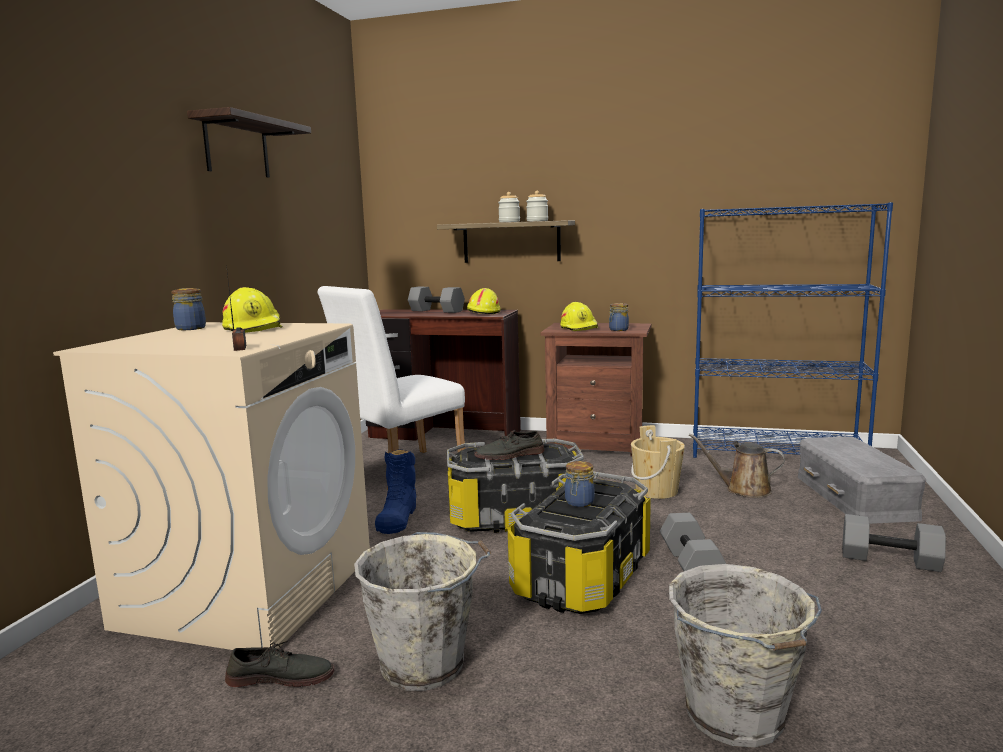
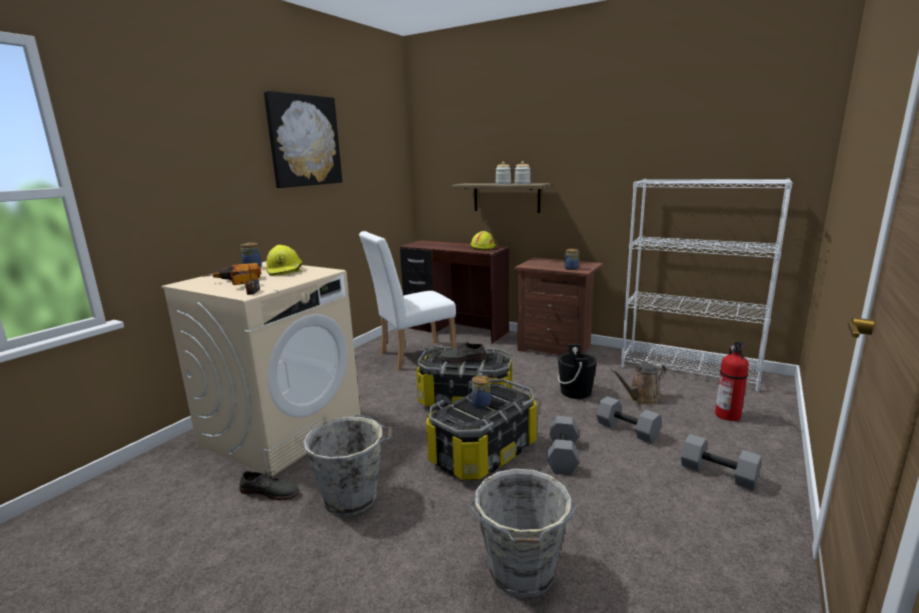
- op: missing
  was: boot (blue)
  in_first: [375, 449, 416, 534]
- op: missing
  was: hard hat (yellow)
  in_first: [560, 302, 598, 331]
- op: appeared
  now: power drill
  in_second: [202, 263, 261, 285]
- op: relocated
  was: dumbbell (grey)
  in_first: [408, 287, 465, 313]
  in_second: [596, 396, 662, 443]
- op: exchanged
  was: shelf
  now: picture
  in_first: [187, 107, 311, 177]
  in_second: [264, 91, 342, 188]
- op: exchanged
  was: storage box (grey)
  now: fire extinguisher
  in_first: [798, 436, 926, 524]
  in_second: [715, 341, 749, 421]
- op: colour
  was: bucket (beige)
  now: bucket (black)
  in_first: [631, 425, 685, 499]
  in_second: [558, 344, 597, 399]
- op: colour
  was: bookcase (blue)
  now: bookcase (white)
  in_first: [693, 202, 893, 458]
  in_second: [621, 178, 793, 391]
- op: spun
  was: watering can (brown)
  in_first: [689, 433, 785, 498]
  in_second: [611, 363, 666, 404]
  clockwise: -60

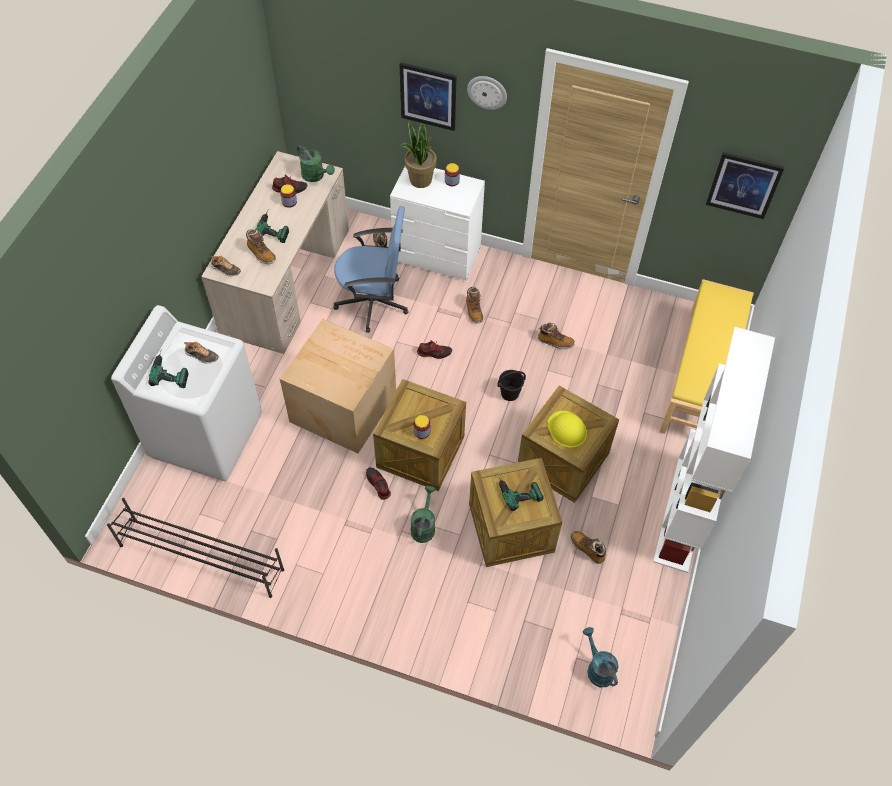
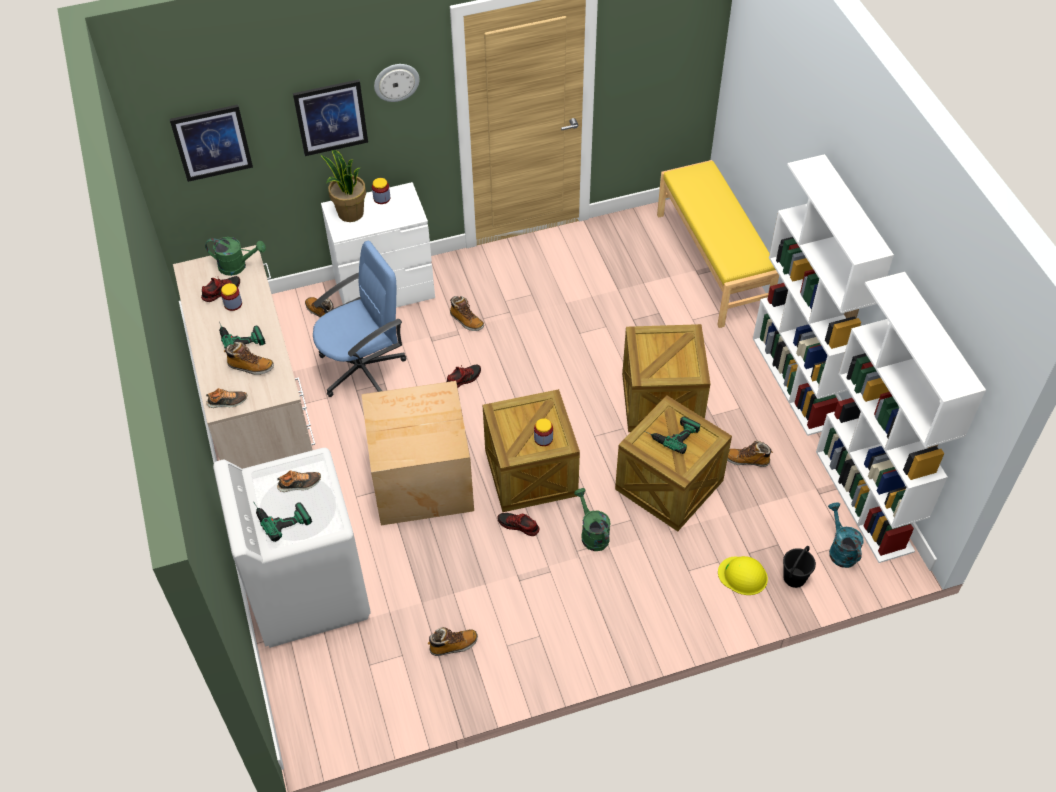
- op: missing
  was: shoe rack (black)
  in_first: [107, 498, 284, 598]
- op: appeared
  now: bookcase (white)
  in_second: [816, 272, 986, 563]
- op: relocated
  was: bucket (black)
  in_first: [497, 370, 526, 401]
  in_second: [783, 546, 816, 588]
- op: relocated
  was: boot
  in_first: [538, 323, 575, 349]
  in_second: [428, 627, 478, 656]
- op: relocated
  was: hard hat (yellow)
  in_first: [548, 411, 587, 448]
  in_second: [718, 556, 768, 595]
- op: relocated
  was: picture
  in_first: [706, 152, 784, 219]
  in_second: [170, 105, 253, 182]
- op: spun
  was: watering can (turquoise)
  in_first: [583, 627, 619, 687]
  in_second: [828, 502, 864, 568]
  clockwise: 45

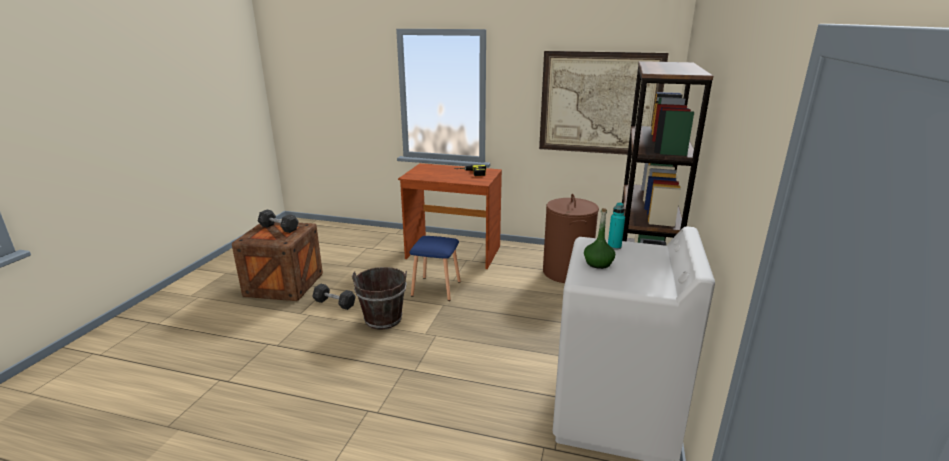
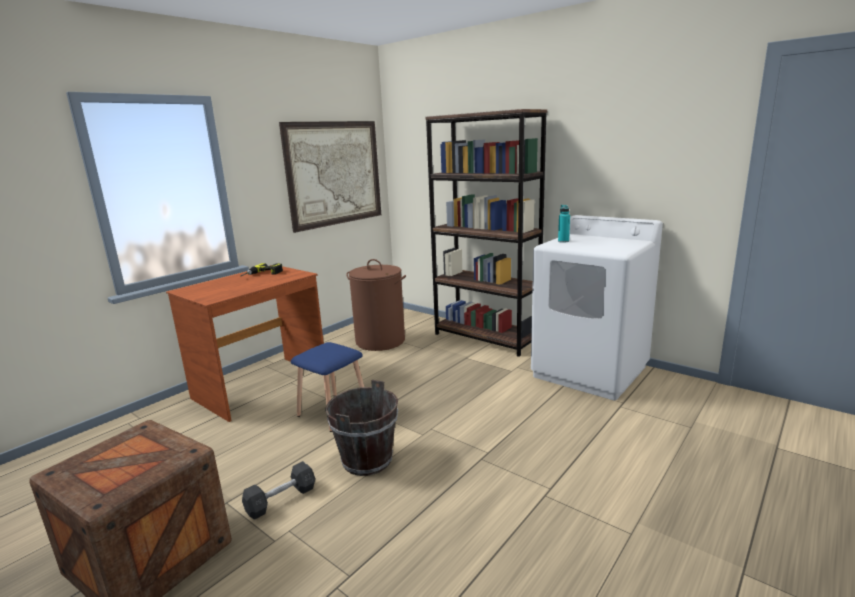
- op: missing
  was: dumbbell (grey)
  in_first: [258, 210, 299, 233]
- op: missing
  was: bottle (green)
  in_first: [584, 208, 615, 269]

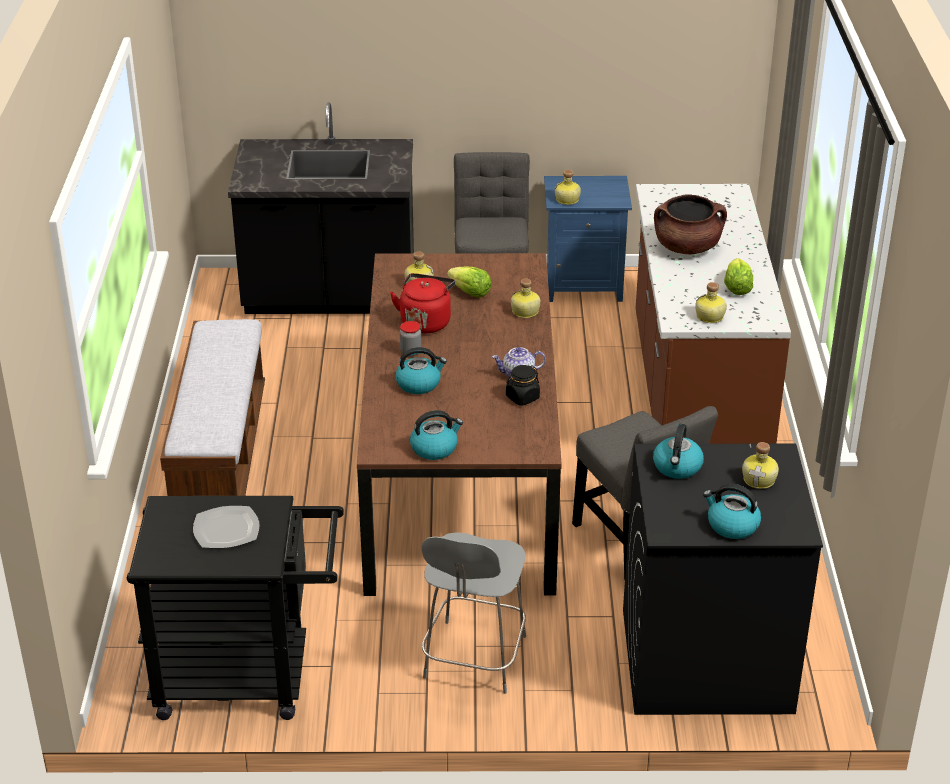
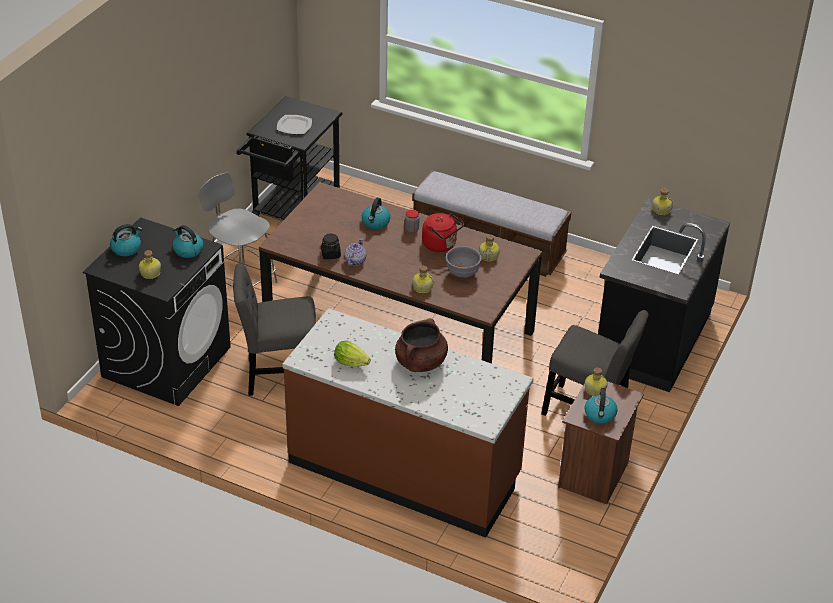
- op: relocated
  was: kettle
  in_first: [410, 410, 463, 460]
  in_second: [584, 388, 618, 424]
- op: relocated
  was: bottle
  in_first: [695, 282, 727, 323]
  in_second: [652, 189, 673, 215]
- op: exchanged
  was: lettuce
  now: bowl (grey)
  in_first: [447, 267, 491, 297]
  in_second: [446, 246, 482, 278]
- op: colour
  was: nightstand (blue)
  now: nightstand (brown)
  in_first: [544, 176, 632, 302]
  in_second: [558, 381, 644, 504]

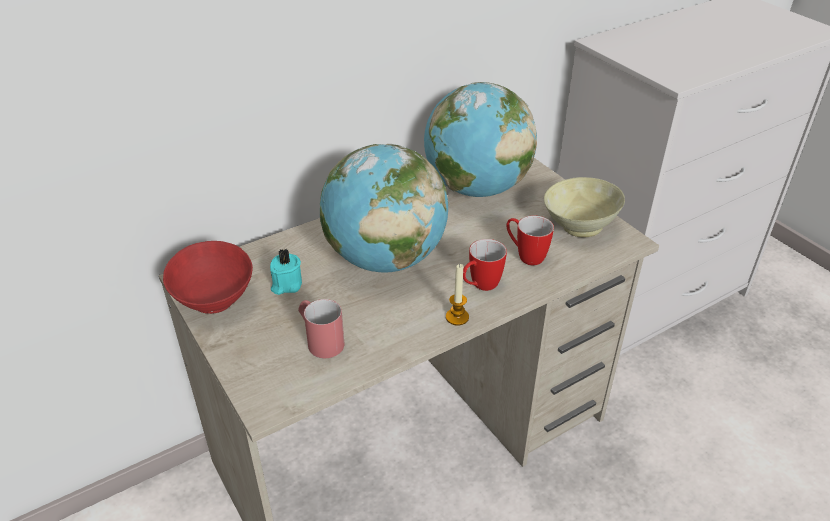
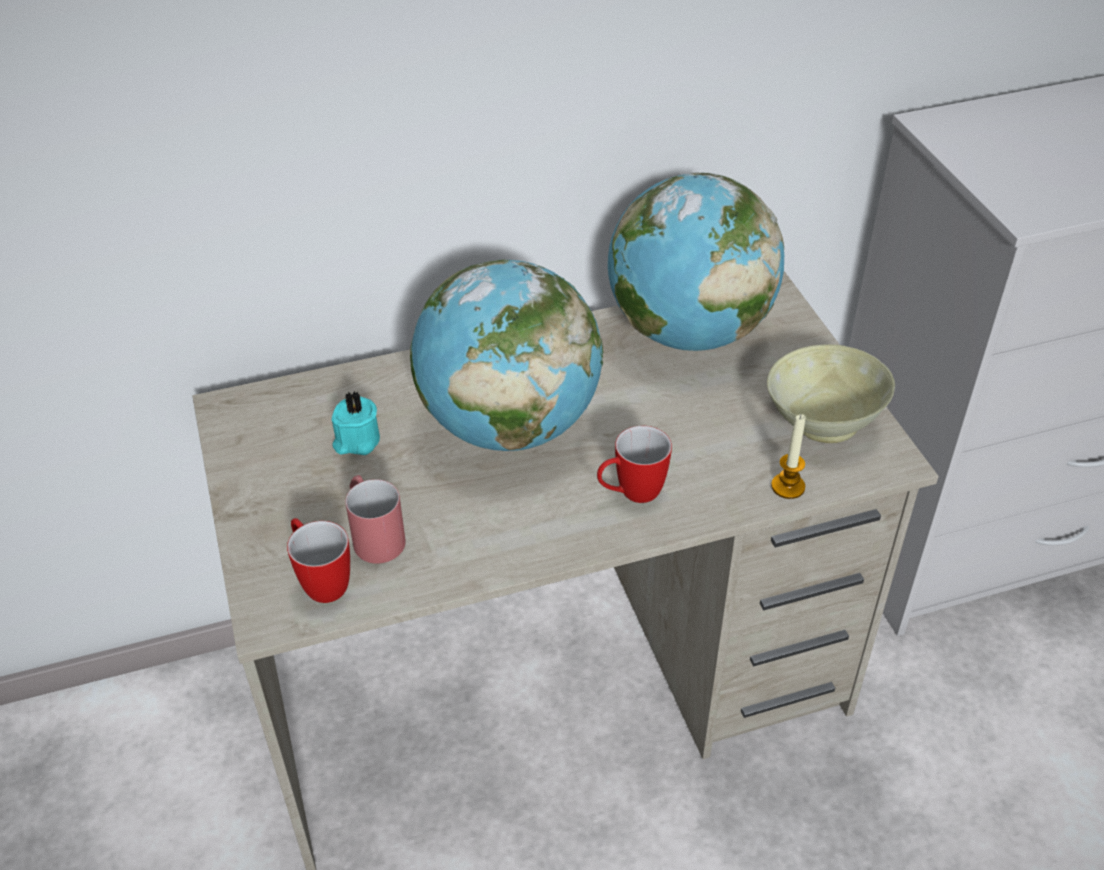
- op: missing
  was: bowl (red)
  in_first: [163, 241, 253, 314]
- op: relocated
  was: candle
  in_first: [446, 264, 469, 325]
  in_second: [771, 414, 806, 499]
- op: relocated
  was: mug
  in_first: [506, 216, 554, 265]
  in_second: [287, 518, 350, 603]

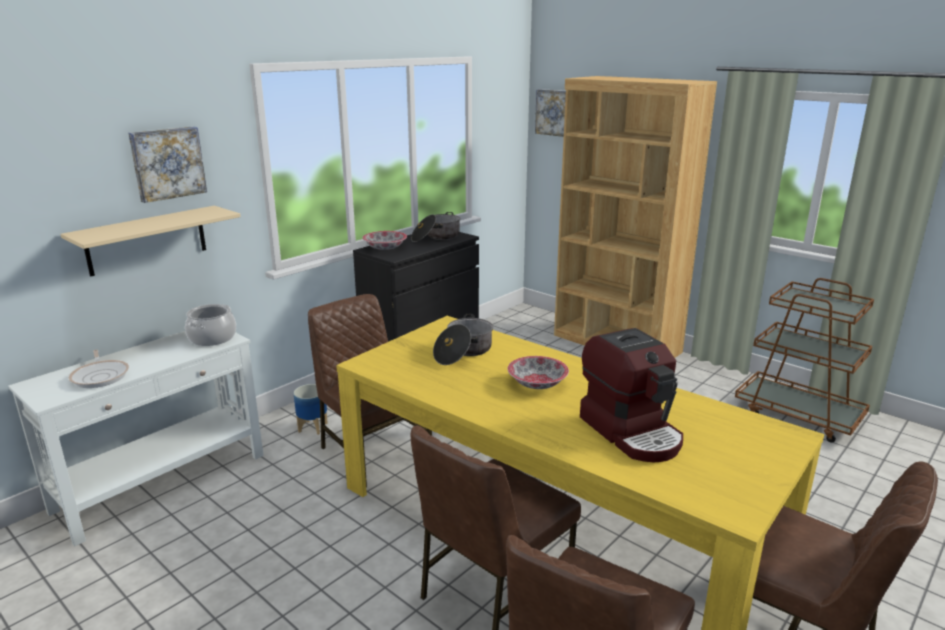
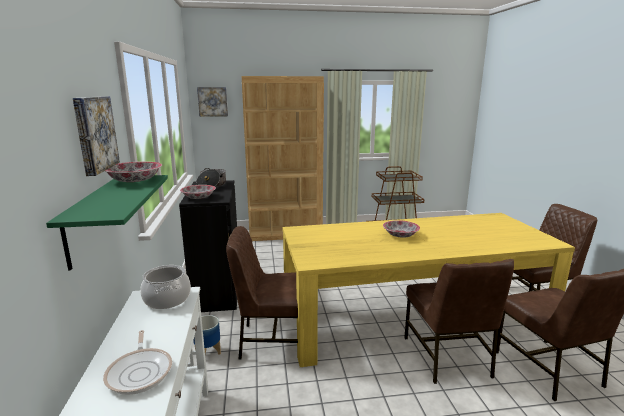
- op: missing
  was: cooking pot
  in_first: [433, 314, 493, 365]
- op: missing
  was: coffee machine
  in_first: [580, 328, 683, 462]
- op: appeared
  now: bowl
  in_second: [104, 161, 162, 182]
- op: colour
  was: shelf (beige)
  now: shelf (green)
  in_first: [60, 206, 241, 276]
  in_second: [46, 175, 168, 271]
- op: spun
  was: frying pan
  in_first: [69, 350, 129, 388]
  in_second: [103, 330, 172, 395]
  clockwise: 60

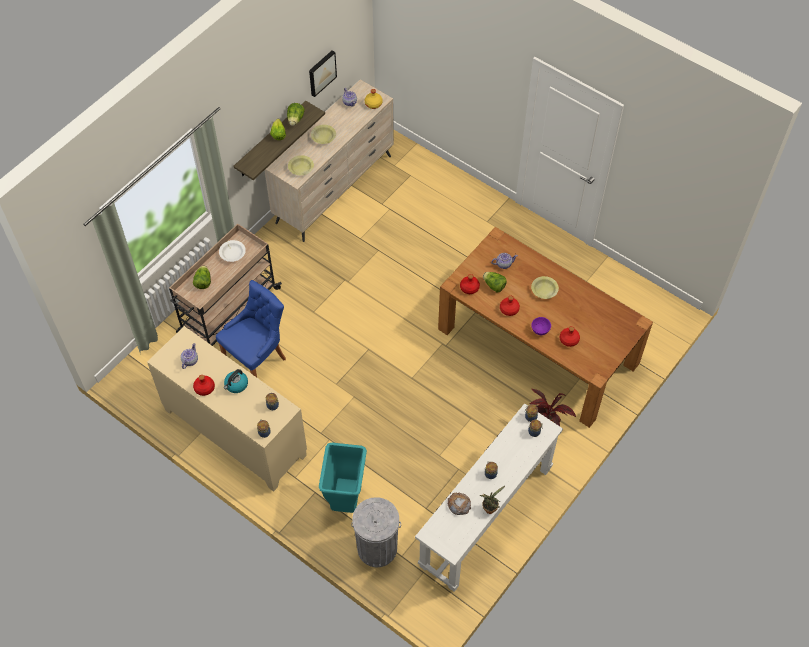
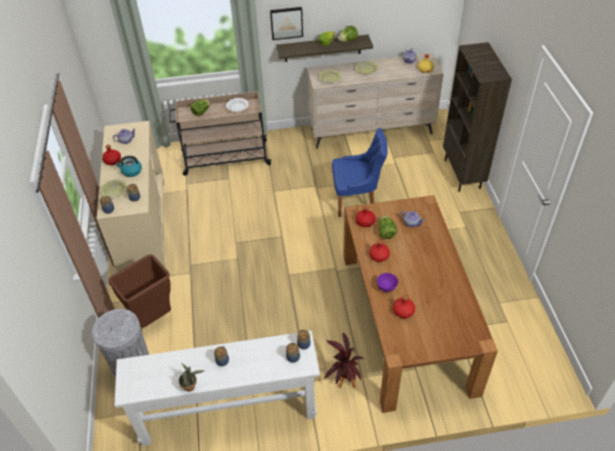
- op: missing
  was: bread
  in_first: [448, 493, 471, 515]
- op: appeared
  now: bookcase (brown)
  in_second: [443, 42, 512, 192]
- op: relocated
  was: chair (blue)
  in_first: [216, 280, 286, 377]
  in_second: [332, 128, 388, 217]
- op: relocated
  was: picture
  in_first: [309, 50, 337, 97]
  in_second: [270, 7, 303, 40]
- op: relocated
  was: bowl (yellow)
  in_first: [531, 276, 559, 299]
  in_second: [101, 179, 127, 198]
- op: colour
  was: trash can (turquoise)
  now: trash can (brown)
  in_first: [319, 442, 367, 513]
  in_second: [108, 254, 171, 328]

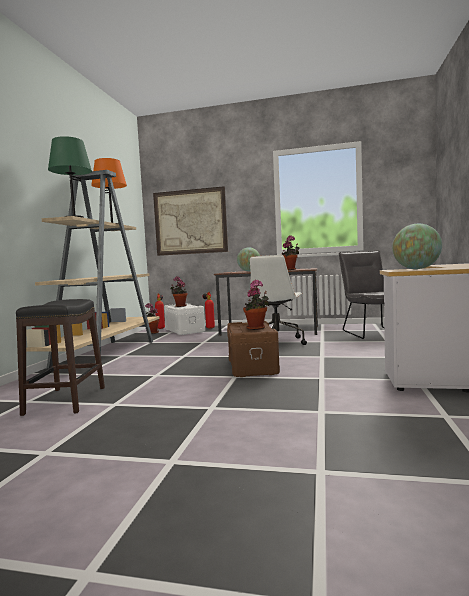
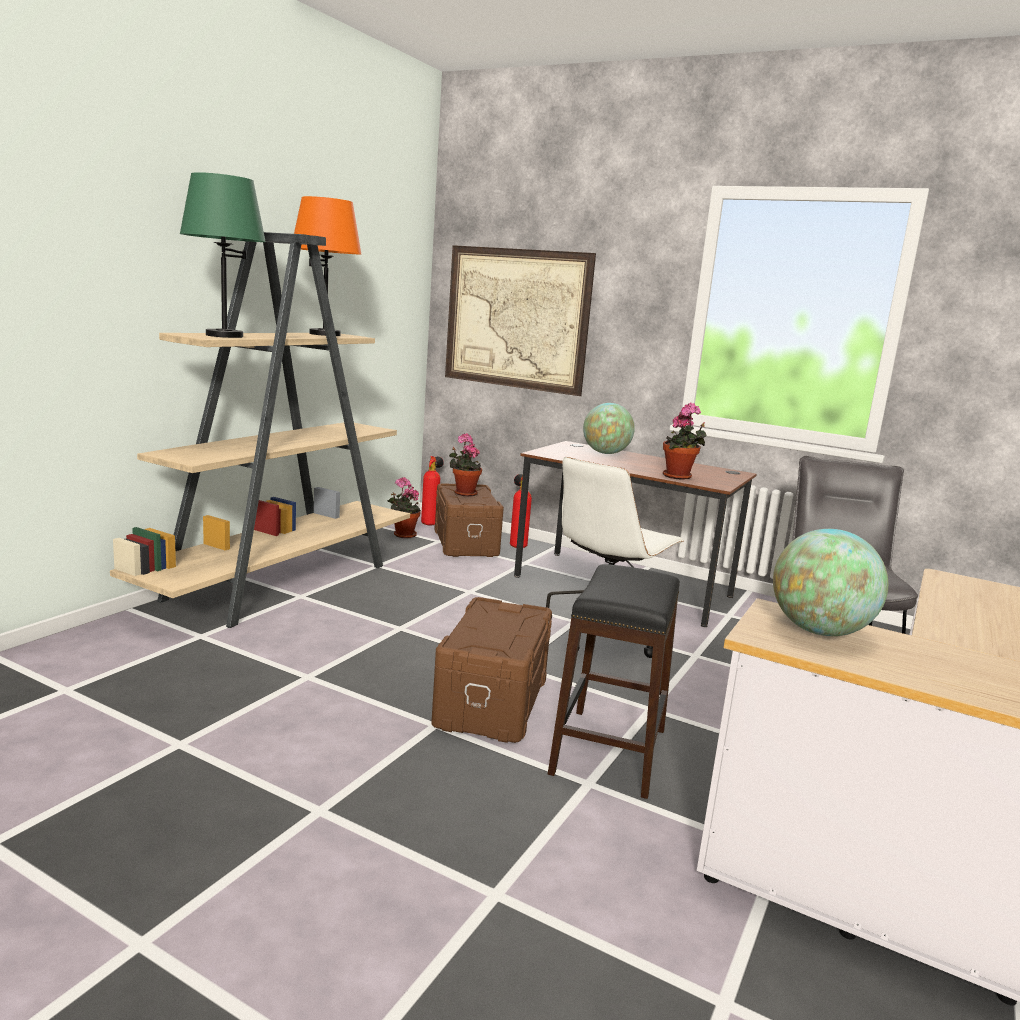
- op: missing
  was: potted plant
  in_first: [243, 279, 269, 330]
- op: relocated
  was: stool (black)
  in_first: [16, 299, 105, 416]
  in_second: [548, 564, 680, 799]
- op: colour
  was: storage box (white)
  now: storage box (brown)
  in_first: [164, 303, 205, 335]
  in_second: [434, 483, 504, 557]

